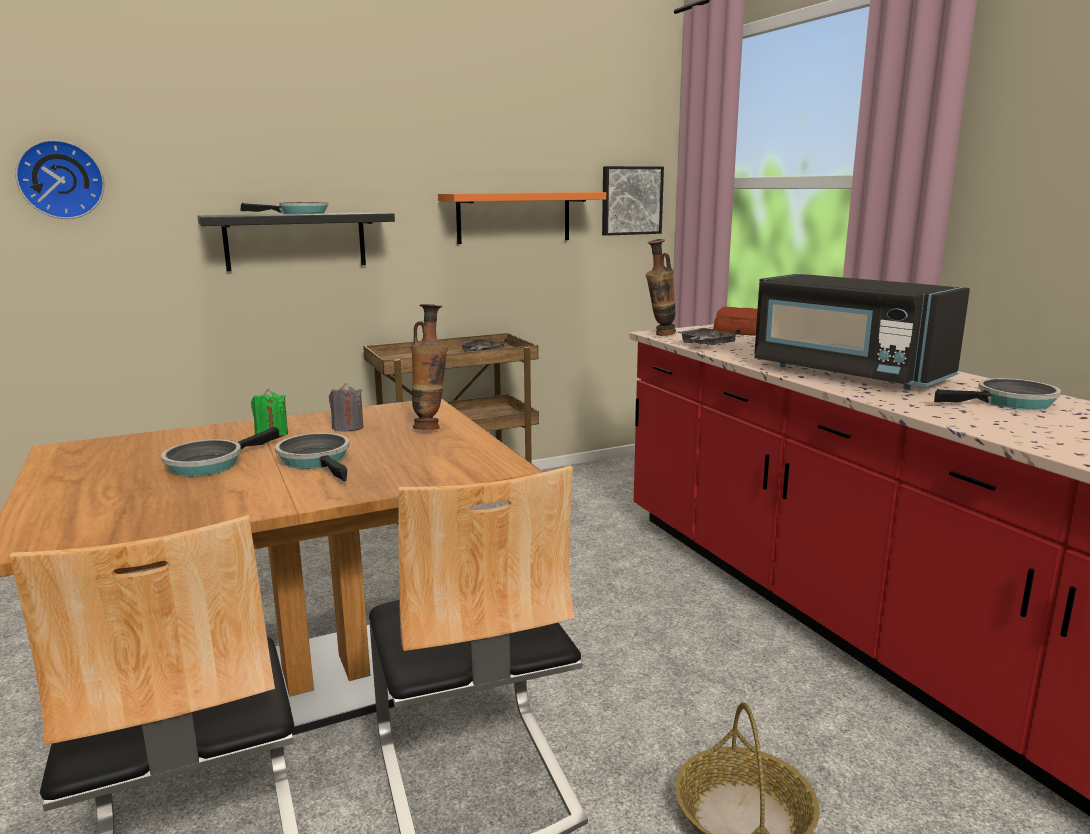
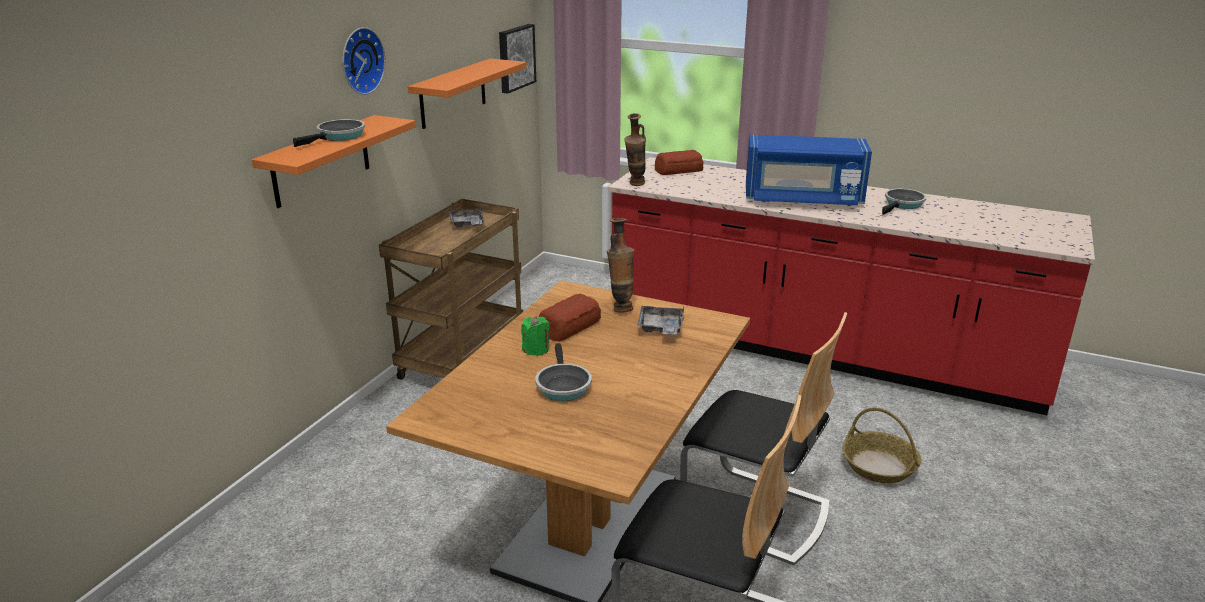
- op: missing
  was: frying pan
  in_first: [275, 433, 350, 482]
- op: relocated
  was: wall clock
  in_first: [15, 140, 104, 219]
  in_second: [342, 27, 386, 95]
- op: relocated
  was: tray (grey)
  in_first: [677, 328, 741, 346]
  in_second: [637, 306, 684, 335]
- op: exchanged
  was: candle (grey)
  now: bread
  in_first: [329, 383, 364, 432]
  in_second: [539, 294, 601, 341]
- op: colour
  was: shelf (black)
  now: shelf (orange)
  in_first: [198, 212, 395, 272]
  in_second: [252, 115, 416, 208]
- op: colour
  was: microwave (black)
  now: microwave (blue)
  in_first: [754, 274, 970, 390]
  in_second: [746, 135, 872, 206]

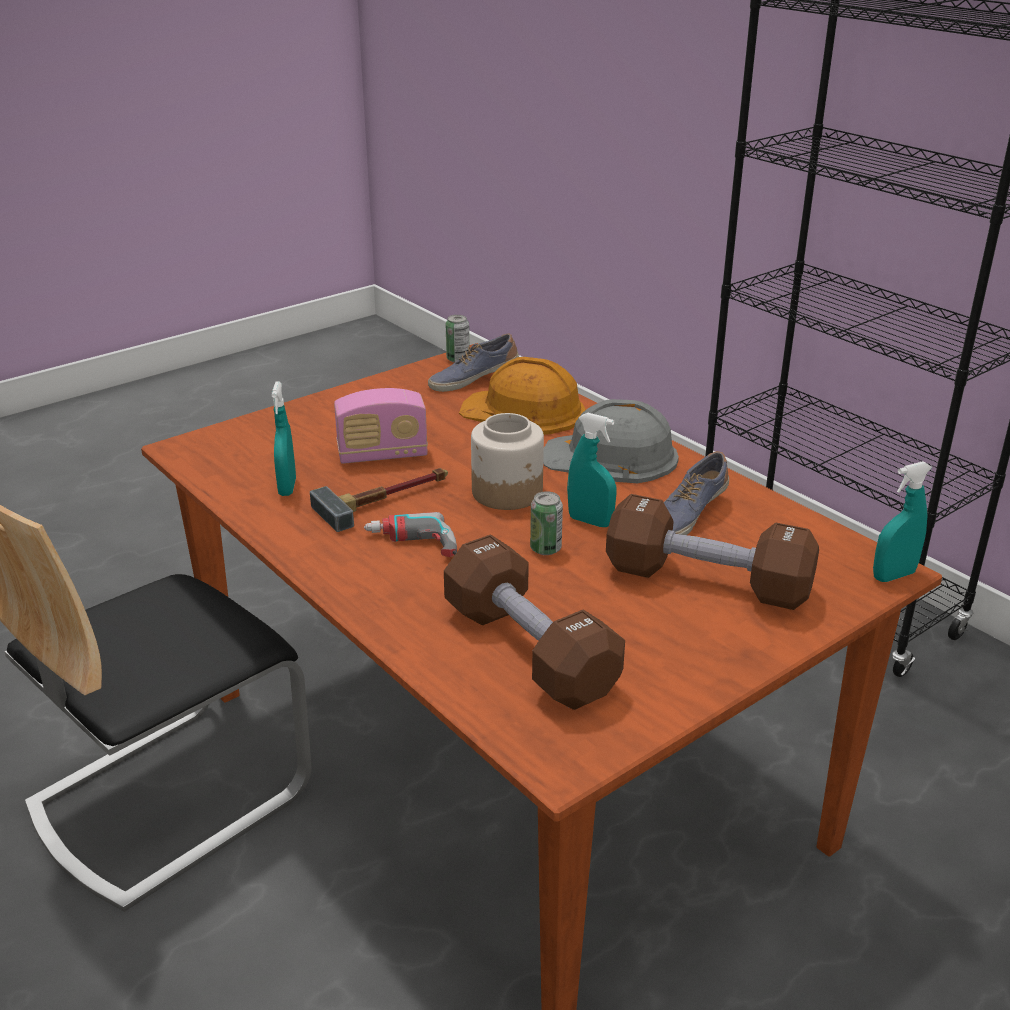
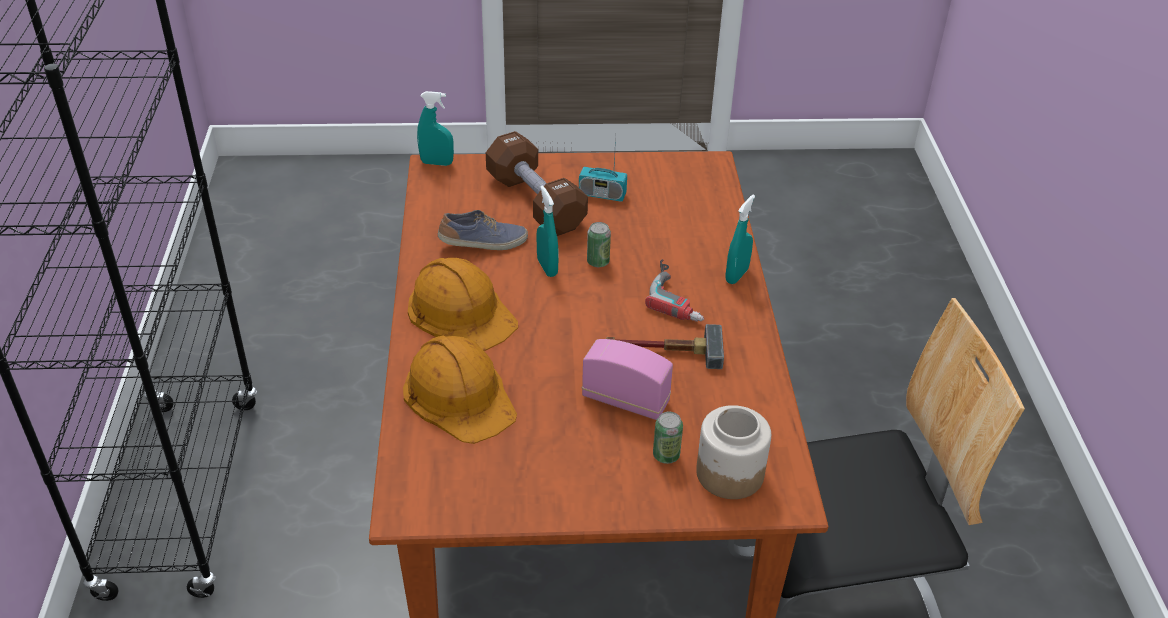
- op: missing
  was: shoe
  in_first: [428, 333, 519, 392]
- op: missing
  was: dumbbell (brown)
  in_first: [444, 535, 625, 710]
- op: appeared
  now: radio
  in_second: [579, 136, 627, 202]
- op: relocated
  was: spray bottle (turquoise)
  in_first: [272, 381, 296, 496]
  in_second: [726, 194, 755, 284]
- op: relocated
  was: can
  in_first: [446, 315, 469, 362]
  in_second: [653, 412, 683, 464]
- op: relocated
  was: jar
  in_first: [471, 413, 544, 510]
  in_second: [696, 405, 771, 499]
- op: colour
  was: hard hat (grey)
  now: hard hat (orange)
  in_first: [543, 399, 679, 483]
  in_second: [408, 258, 518, 351]

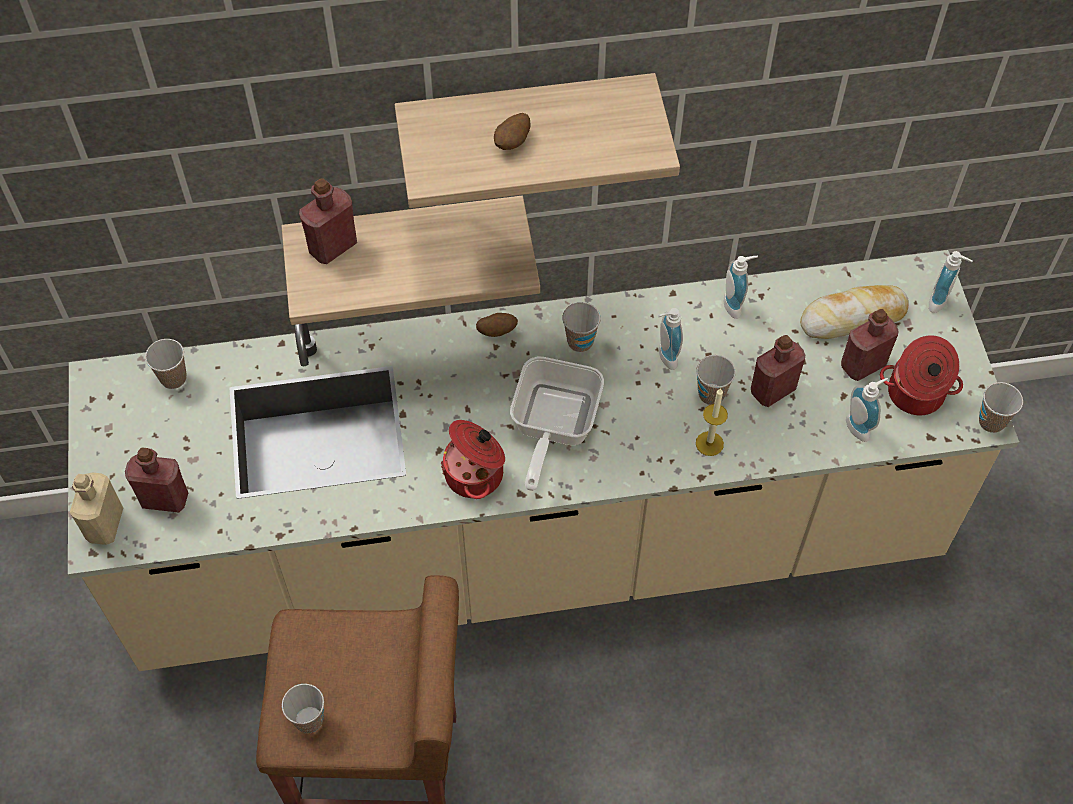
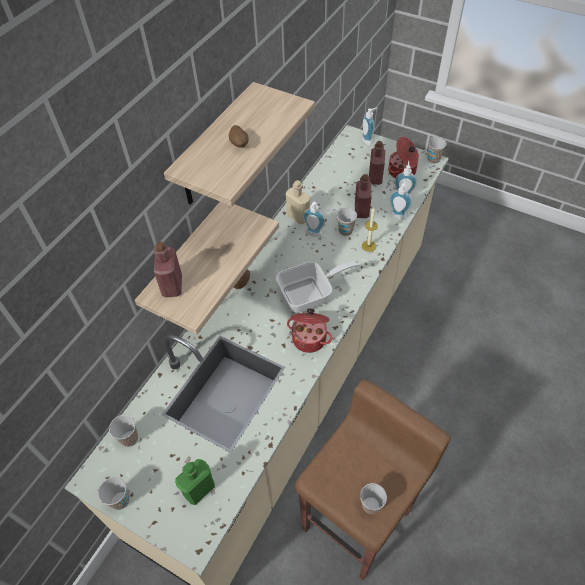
- op: missing
  was: bread
  in_first: [800, 285, 909, 339]
- op: relocated
  was: bottle (beige)
  in_first: [70, 473, 123, 545]
  in_second: [286, 180, 310, 224]
- op: relocated
  was: cup
  in_first: [562, 302, 601, 352]
  in_second: [98, 477, 129, 510]
- op: relocated
  was: soap dispenser
  in_first: [724, 256, 758, 319]
  in_second: [390, 180, 412, 219]
- op: colour
  was: bottle (red)
  now: bottle (green)
  in_first: [125, 448, 188, 513]
  in_second: [175, 459, 215, 505]
- op: spun
  was: frying pan
  in_first: [510, 356, 604, 491]
  in_second: [276, 260, 361, 313]
  clockwise: -75

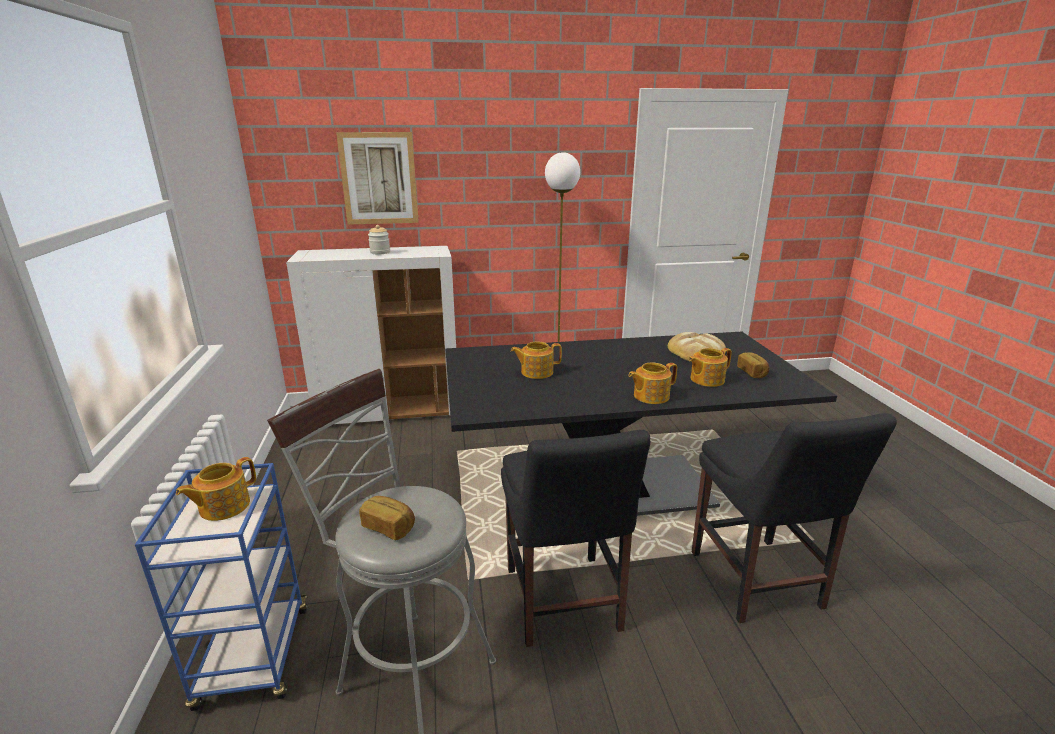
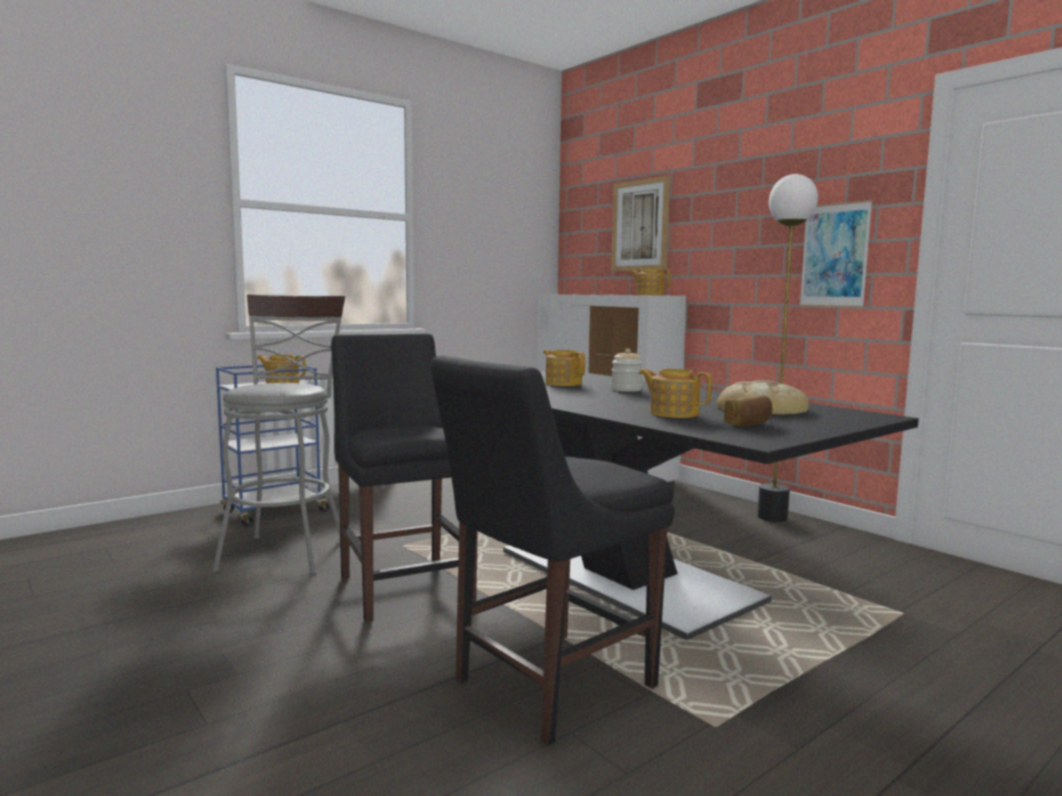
- op: missing
  was: bread
  in_first: [359, 496, 415, 540]
- op: appeared
  now: picture
  in_second: [799, 200, 873, 308]
- op: relocated
  was: jar
  in_first: [368, 225, 390, 254]
  in_second: [611, 348, 643, 392]
- op: relocated
  was: teapot
  in_first: [628, 363, 677, 404]
  in_second: [630, 269, 671, 295]
- op: spun
  was: chair (black)
  in_first: [501, 430, 651, 647]
  in_second: [331, 333, 478, 623]
  clockwise: 105

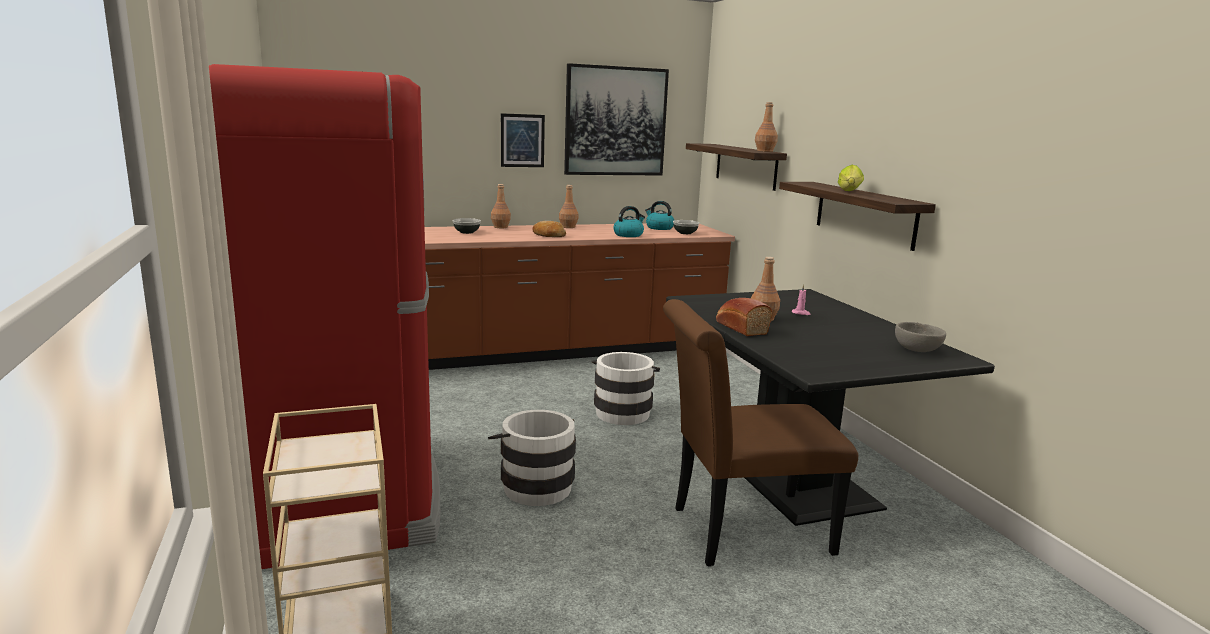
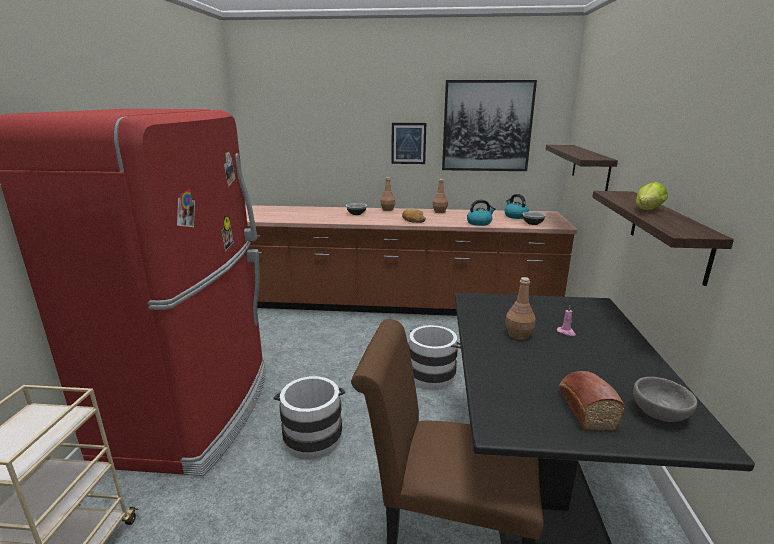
- op: missing
  was: bottle (brown)
  in_first: [755, 102, 778, 152]
- op: relocated
  was: bread
  in_first: [716, 298, 772, 336]
  in_second: [559, 371, 625, 431]

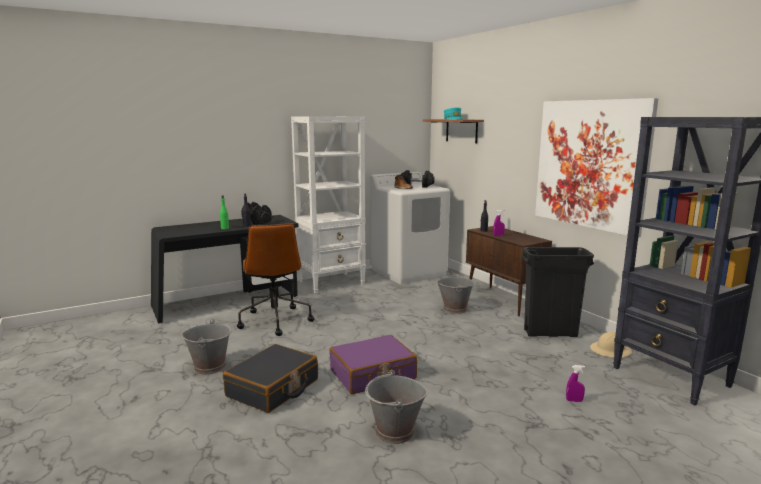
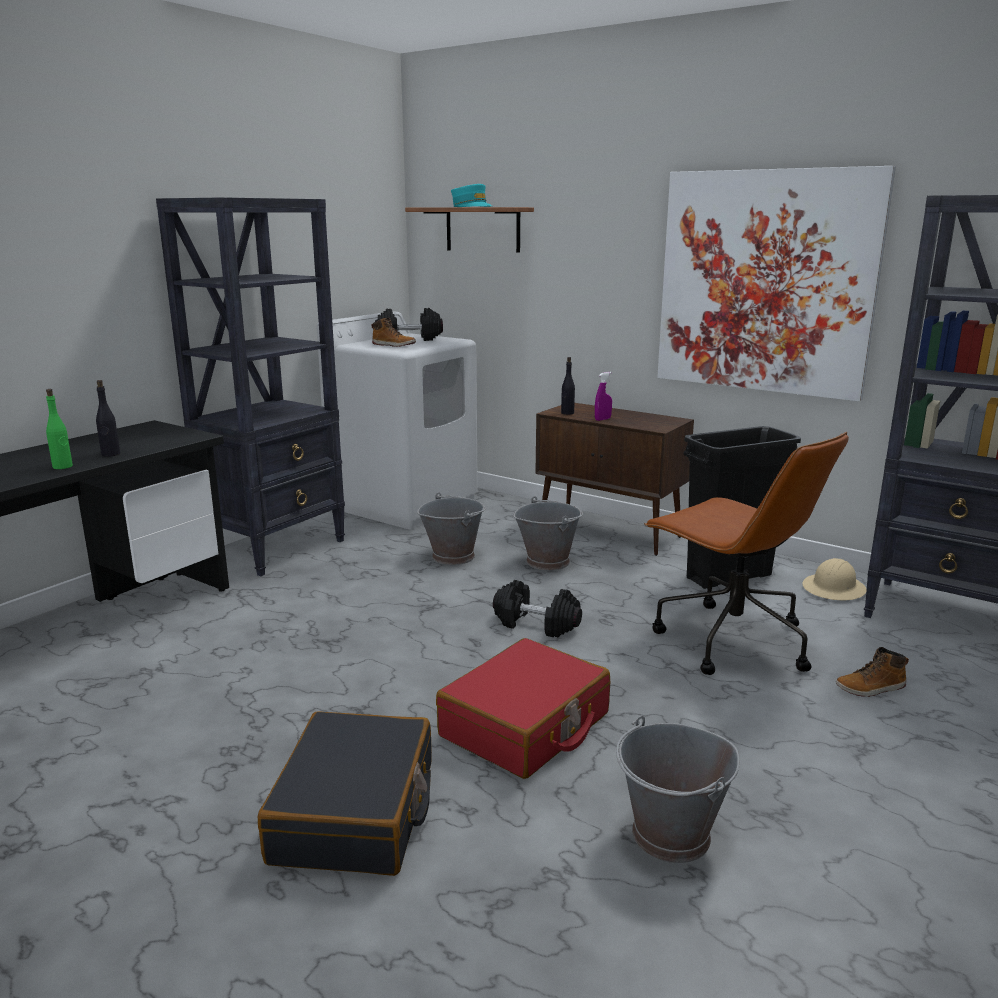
- op: relocated
  was: bucket (grey)
  in_first: [181, 319, 232, 375]
  in_second: [417, 493, 486, 565]
- op: relocated
  was: office chair (brown)
  in_first: [237, 223, 315, 336]
  in_second: [644, 432, 849, 675]
- op: relocated
  was: dumbbell (black)
  in_first: [241, 202, 272, 225]
  in_second: [493, 580, 582, 638]
- op: exchanged
  was: spray bottle (purple)
  now: boot
  in_first: [566, 365, 585, 402]
  in_second: [836, 647, 909, 697]
- op: colour
  was: bookcase (white)
  now: bookcase (black)
  in_first: [291, 116, 366, 294]
  in_second: [156, 197, 345, 576]
- op: colour
  was: suitcase (purple)
  now: suitcase (red)
  in_first: [329, 335, 417, 394]
  in_second: [436, 638, 610, 779]

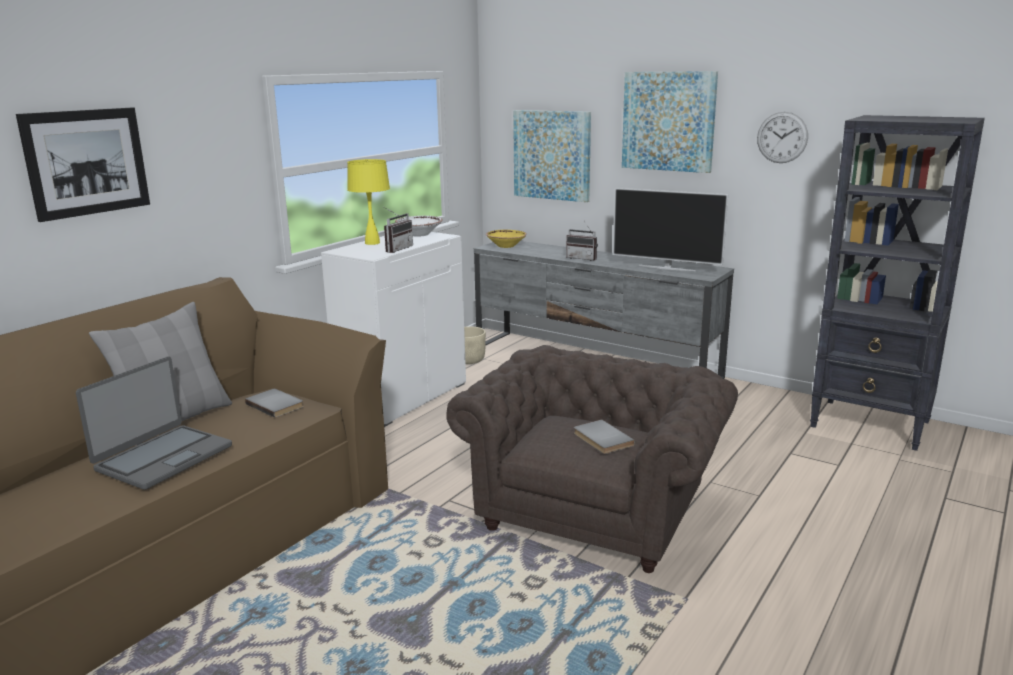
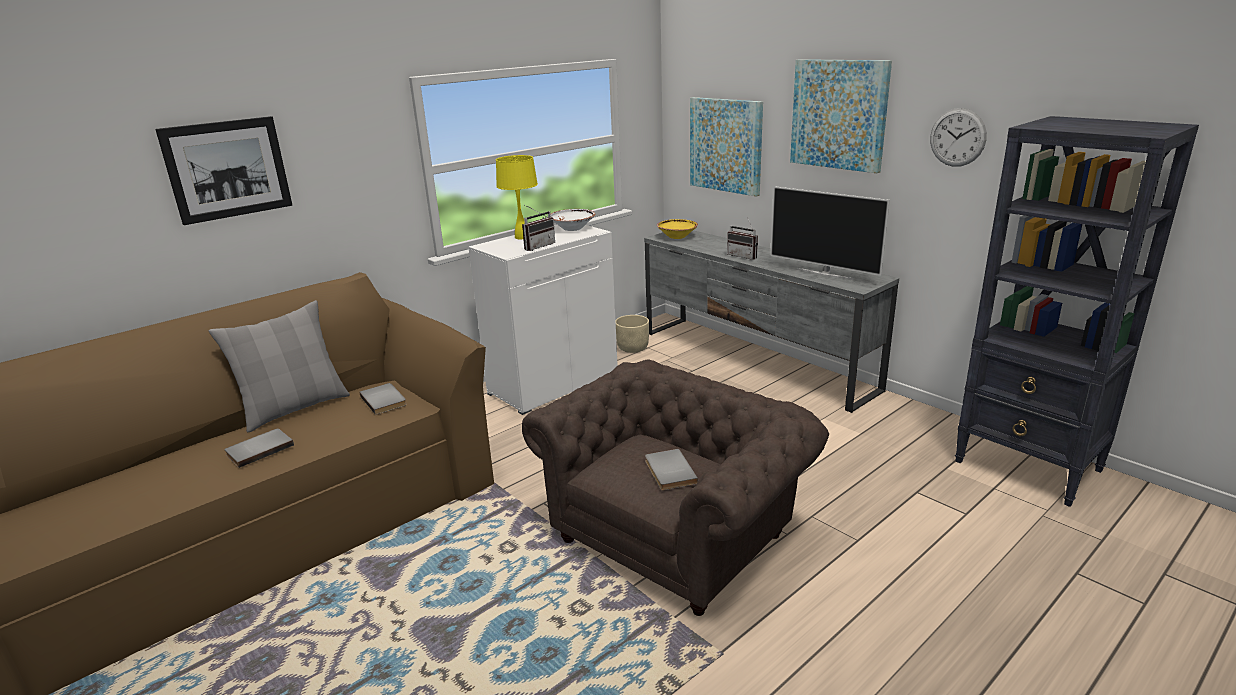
- op: exchanged
  was: laptop
  now: book (grey)
  in_first: [76, 357, 232, 490]
  in_second: [225, 428, 294, 468]

